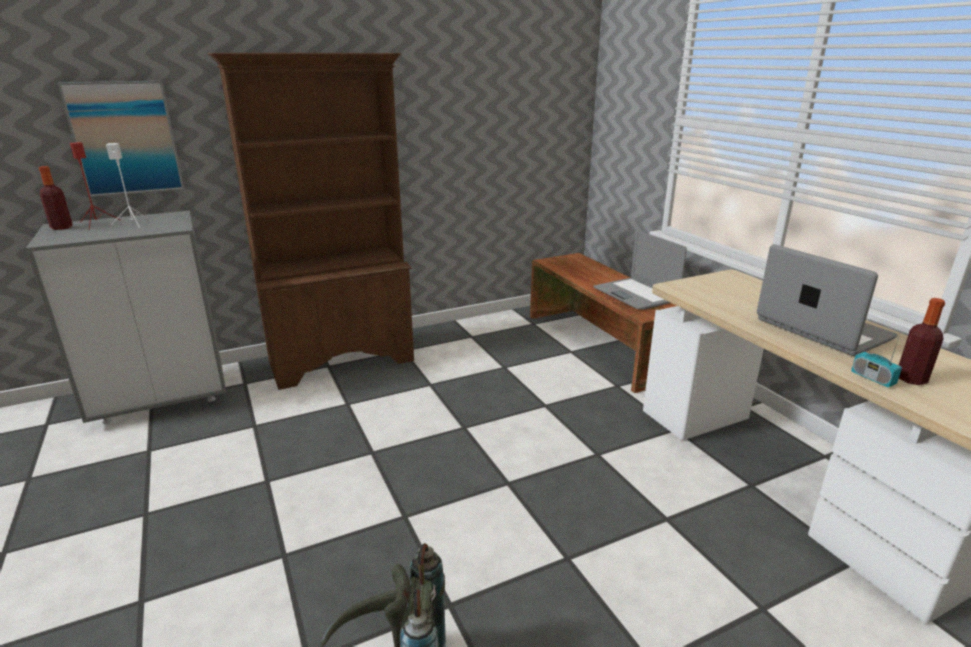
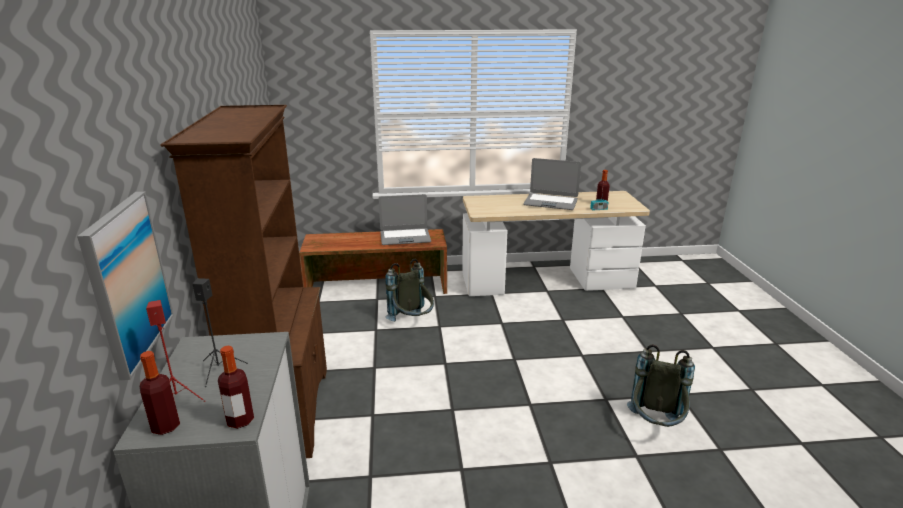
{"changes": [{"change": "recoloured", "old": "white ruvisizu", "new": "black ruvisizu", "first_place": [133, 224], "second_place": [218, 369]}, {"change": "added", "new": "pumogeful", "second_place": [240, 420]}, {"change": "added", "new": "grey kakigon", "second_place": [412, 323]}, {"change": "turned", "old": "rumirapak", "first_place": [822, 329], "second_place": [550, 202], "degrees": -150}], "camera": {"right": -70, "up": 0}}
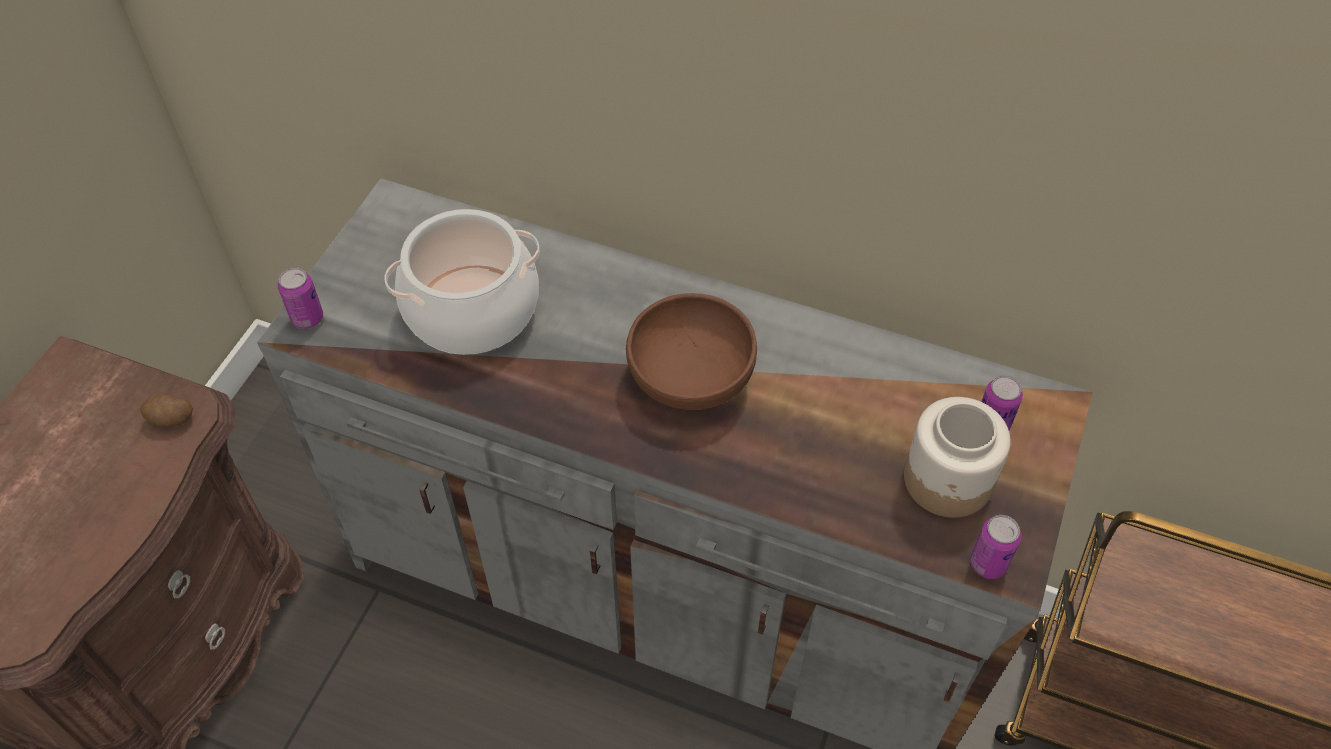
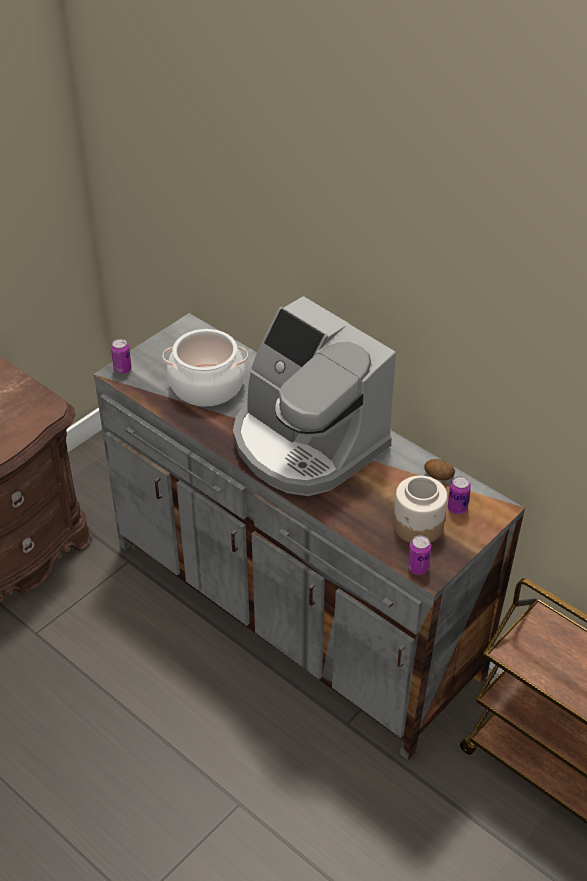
{"changes": [{"change": "replaced", "old": "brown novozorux", "new": "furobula", "first_place": [691, 375], "second_place": [306, 443]}, {"change": "moved", "old": "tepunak", "first_place": [170, 419], "second_place": [438, 476]}], "camera": {"right": 20, "up": -10}}
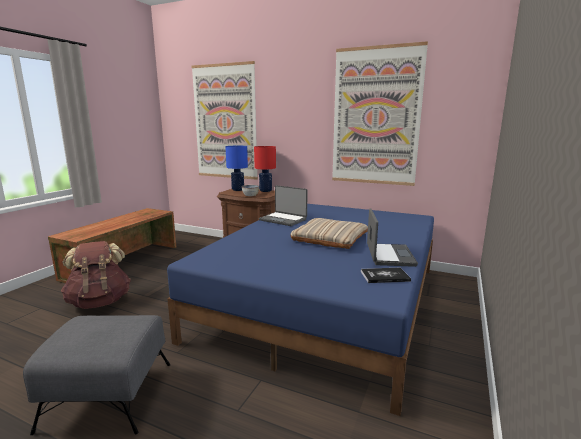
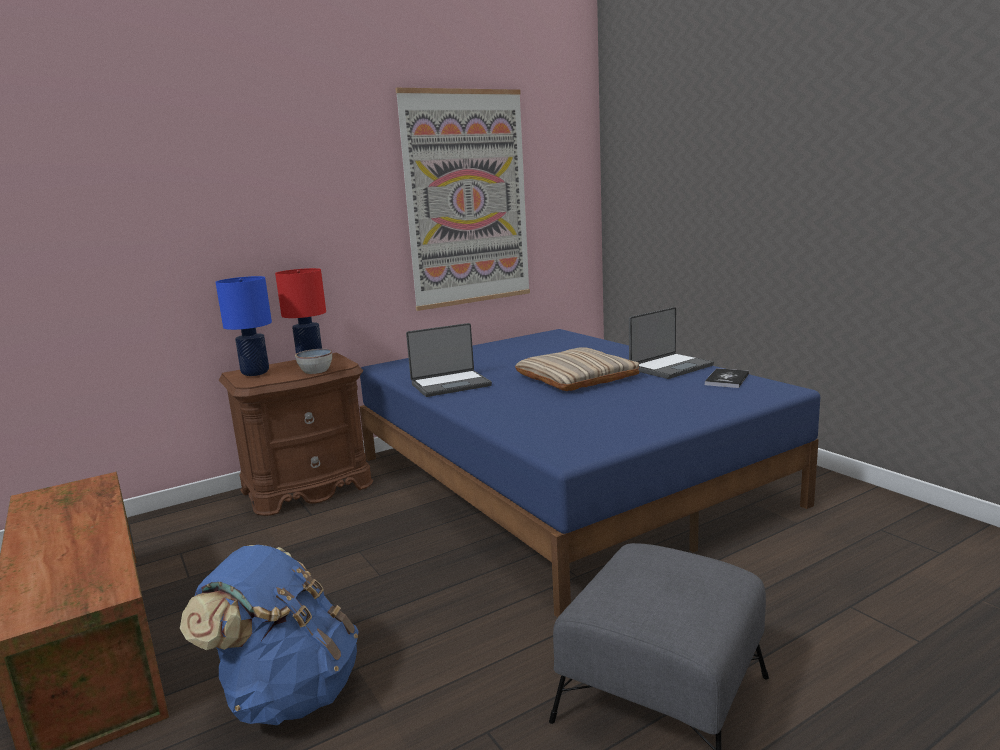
{"changes": [{"change": "recoloured", "old": "brown kakigon", "new": "blue kakigon", "first_place": [100, 302], "second_place": [288, 693]}, {"change": "turned", "old": "rumirapak", "first_place": [389, 255], "second_place": [670, 367], "degrees": 105}, {"change": "removed", "old": "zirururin", "first_place": [225, 122]}], "camera": {"right": -55, "up": 0}}
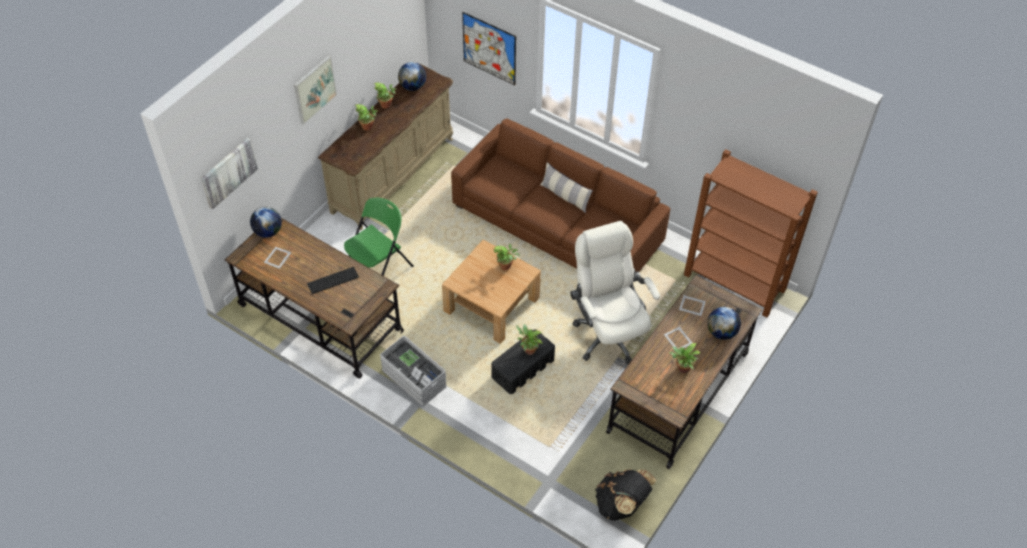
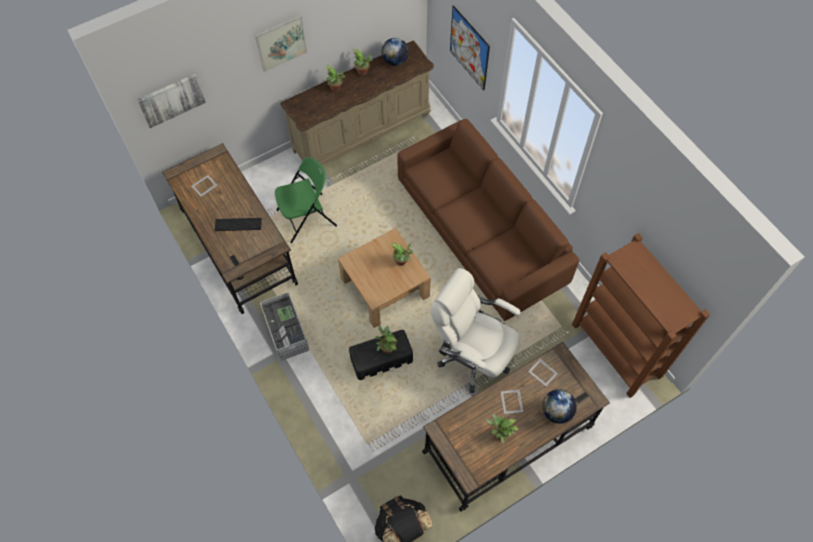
{"changes": [{"change": "turned", "old": "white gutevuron", "first_place": [608, 335], "second_place": [472, 357], "degrees": -60}, {"change": "removed", "old": "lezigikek", "first_place": [268, 232]}, {"change": "removed", "old": "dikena", "first_place": [565, 196]}], "camera": {"right": 25, "up": 10}}
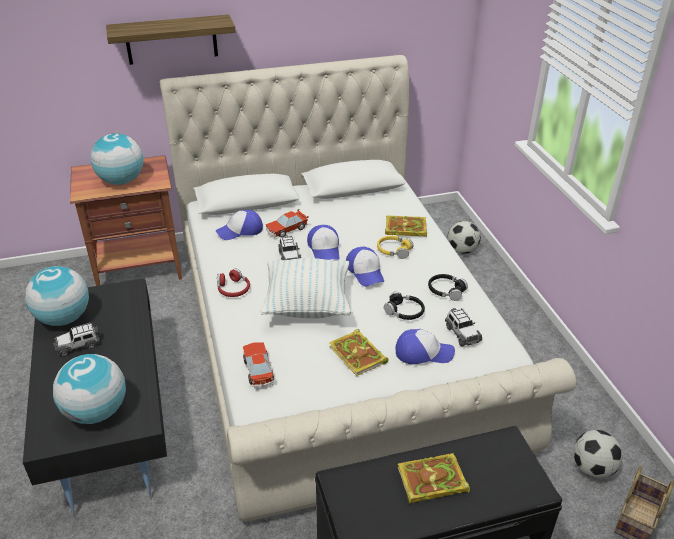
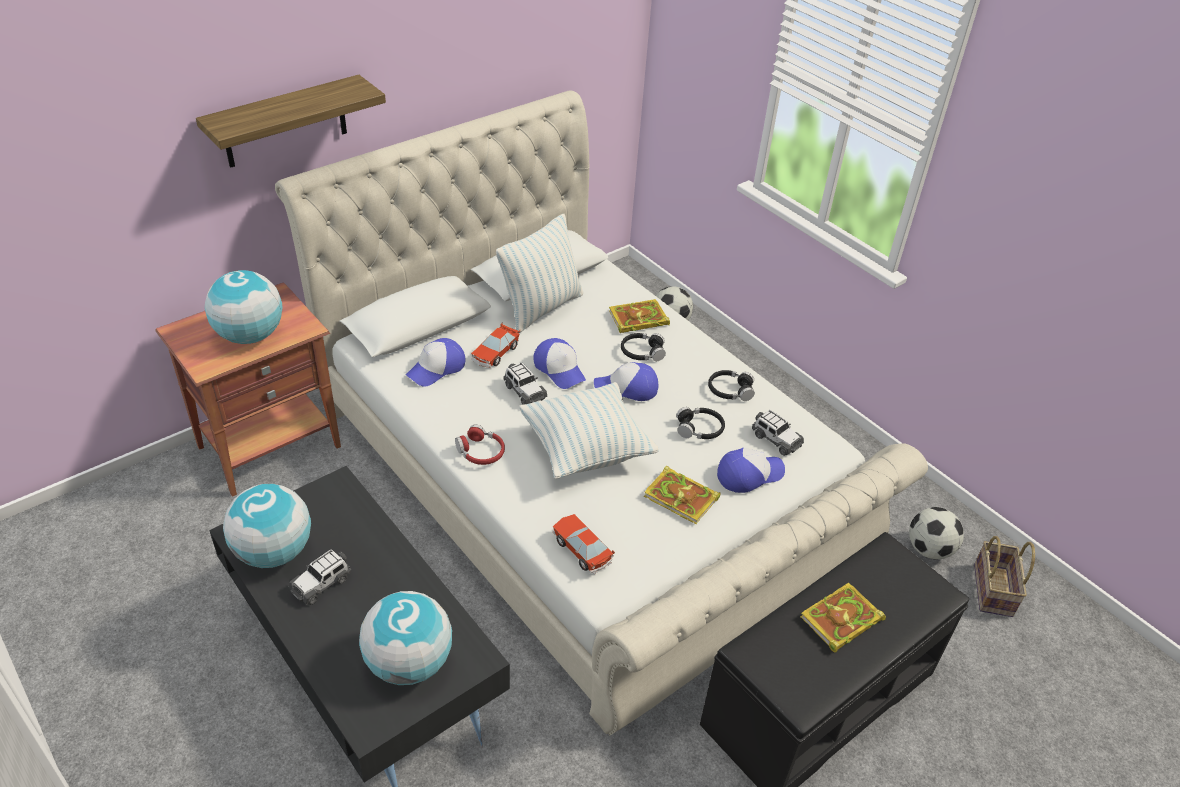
{"changes": [{"change": "added", "new": "dikena", "second_place": [541, 308]}, {"change": "turned", "old": "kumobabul", "first_place": [365, 271], "second_place": [626, 388], "degrees": 135}, {"change": "recoloured", "old": "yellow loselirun", "new": "black loselirun", "first_place": [394, 251], "second_place": [642, 352]}], "camera": {"right": -25, "up": 5}}
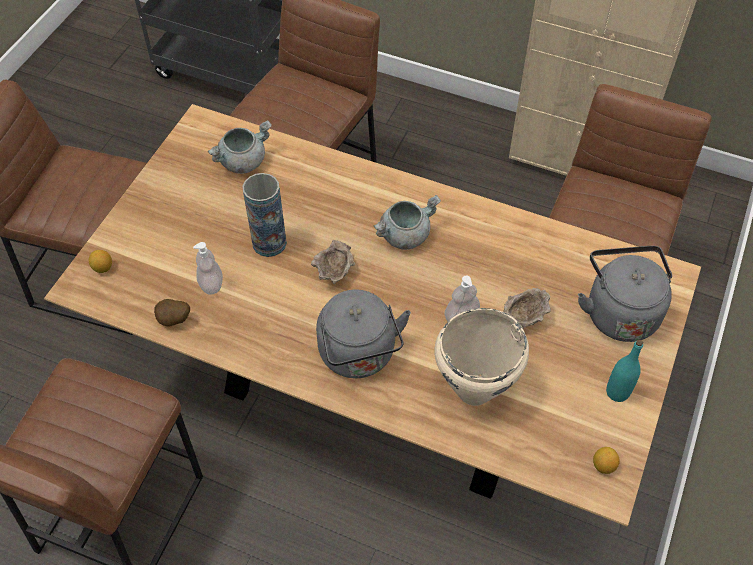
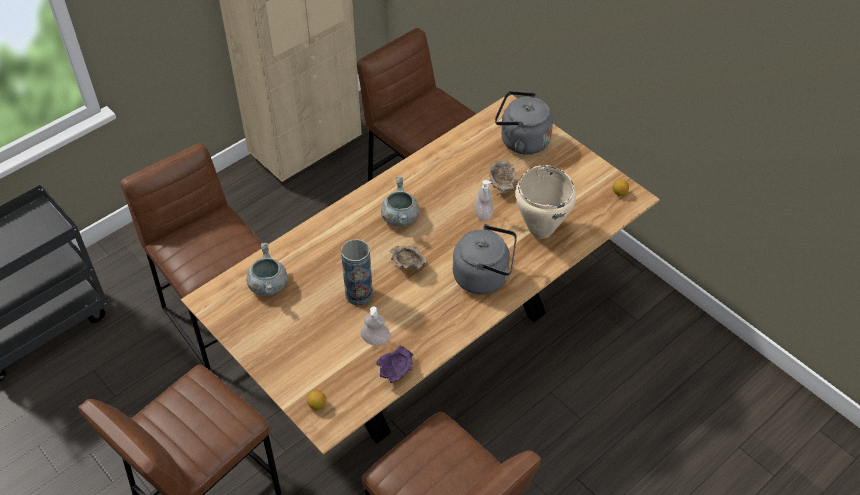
{"changes": [{"change": "replaced", "old": "tepunak", "new": "purple novozorux", "first_place": [174, 321], "second_place": [396, 372]}, {"change": "removed", "old": "turquoise pumogeful", "first_place": [617, 392]}], "camera": {"right": -65, "up": -5}}
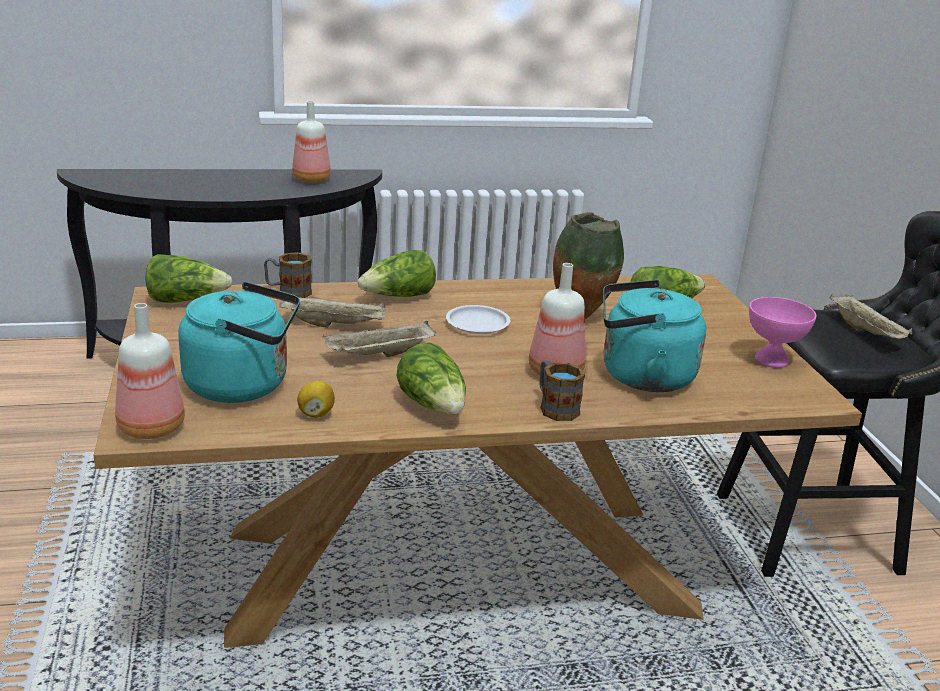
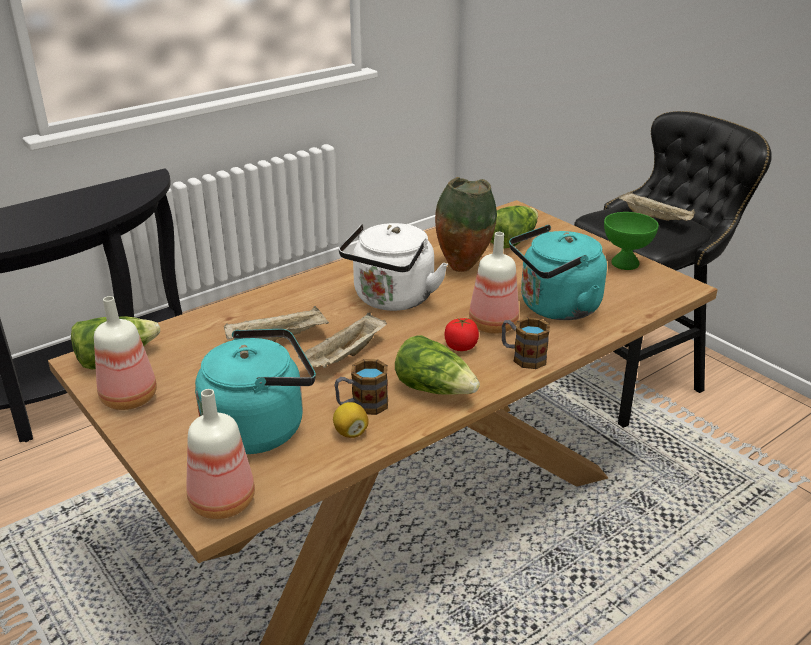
{"changes": [{"change": "moved", "old": "pumogeful", "first_place": [312, 179], "second_place": [129, 397]}, {"change": "moved", "old": "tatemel", "first_place": [288, 291], "second_place": [362, 405]}, {"change": "replaced", "old": "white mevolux", "new": "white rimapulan", "first_place": [477, 324], "second_place": [392, 300]}, {"change": "added", "new": "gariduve", "second_place": [461, 346]}, {"change": "recoloured", "old": "pink novozorux", "new": "green novozorux", "first_place": [770, 360], "second_place": [624, 264]}, {"change": "removed", "old": "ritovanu", "first_place": [398, 297]}], "camera": {"right": -25, "up": 5}}
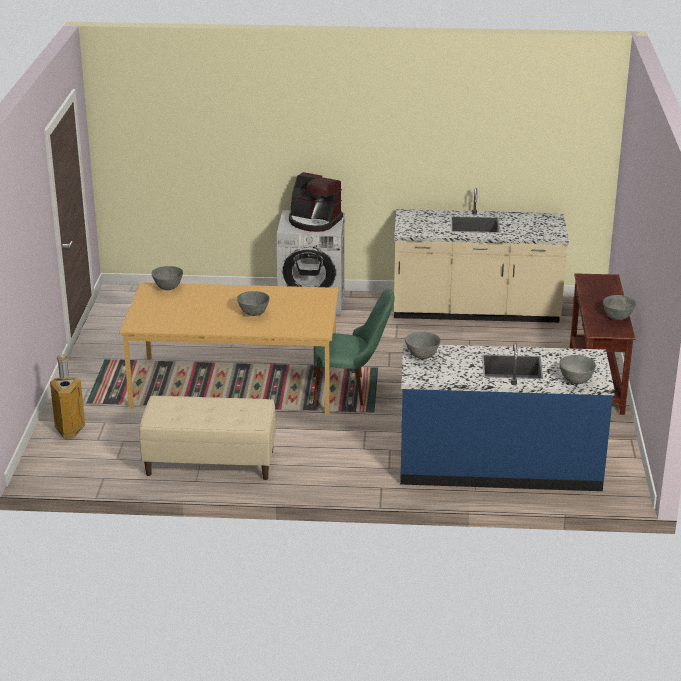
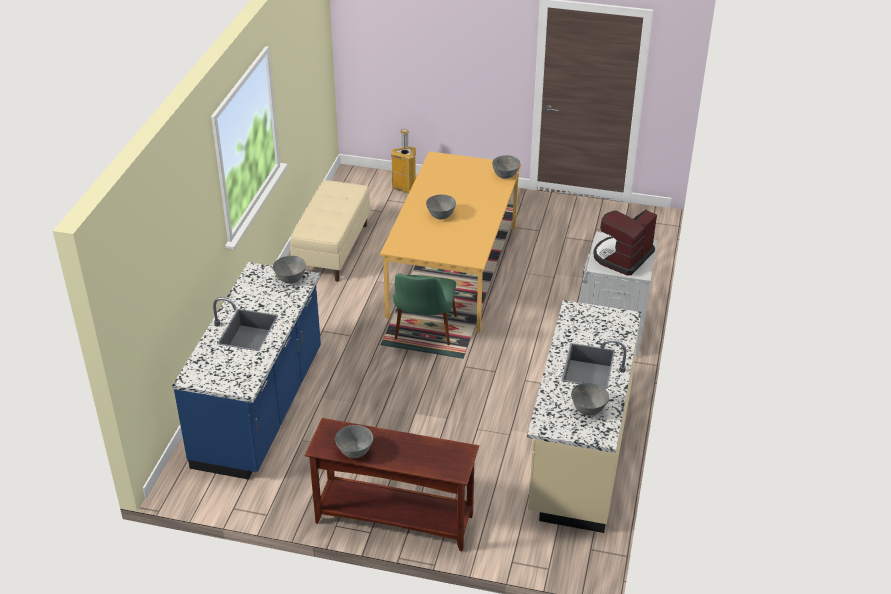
{"changes": [{"change": "moved", "old": "grey novozorux", "first_place": [576, 381], "second_place": [588, 410]}], "camera": {"right": 100, "up": 10}}
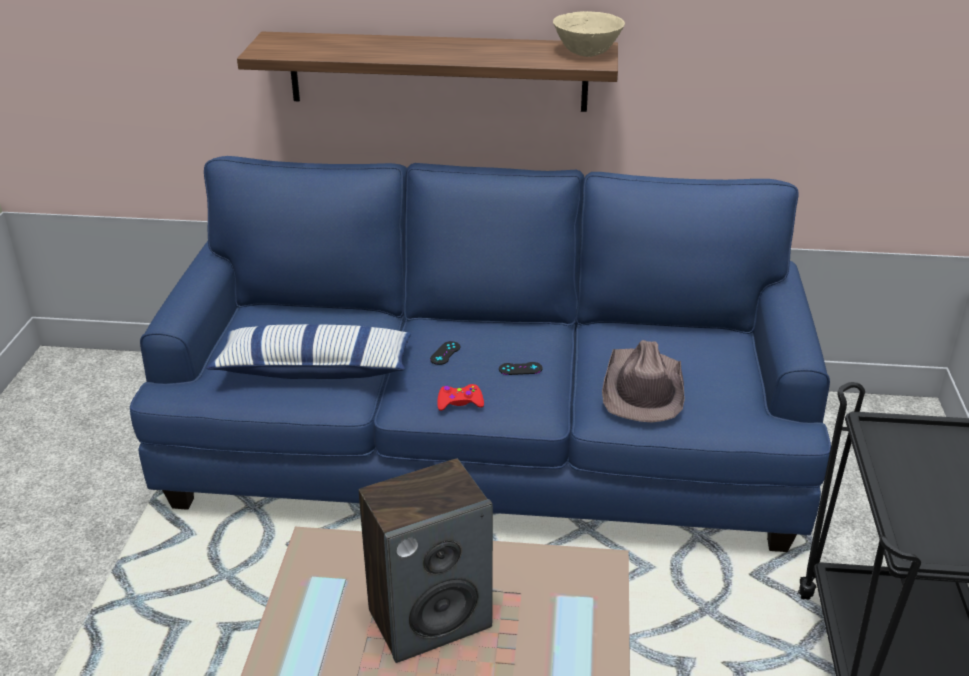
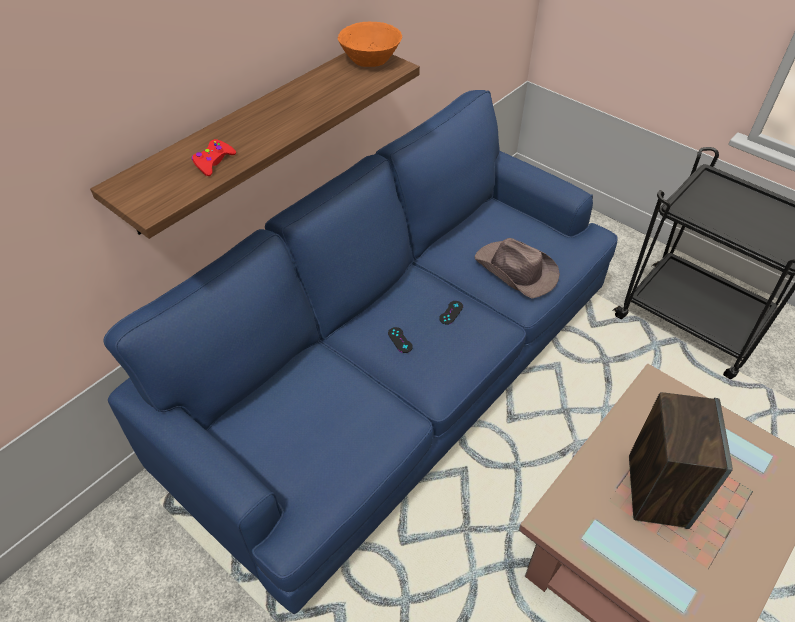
{"changes": [{"change": "moved", "old": "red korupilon", "first_place": [459, 402], "second_place": [213, 162]}, {"change": "recoloured", "old": "beige novozorux", "new": "orange novozorux", "first_place": [587, 53], "second_place": [371, 61]}, {"change": "removed", "old": "dikena", "first_place": [315, 369]}], "camera": {"right": -55, "up": 15}}
